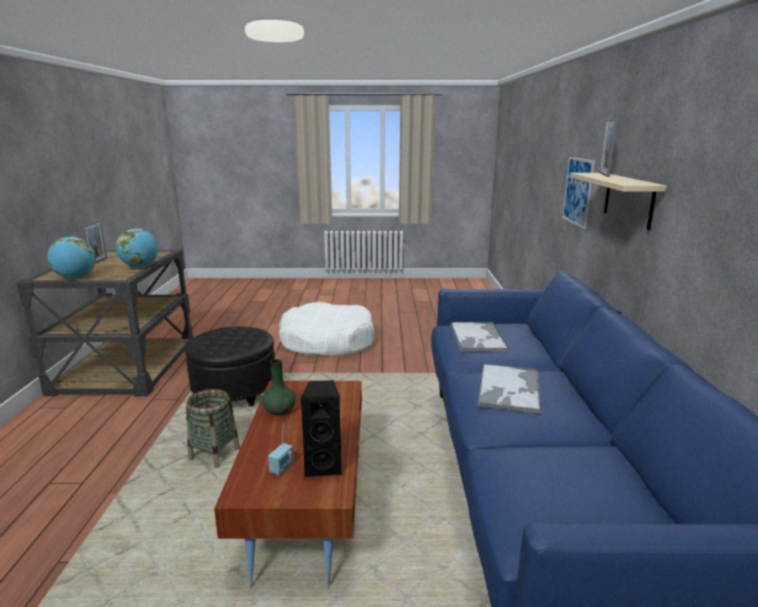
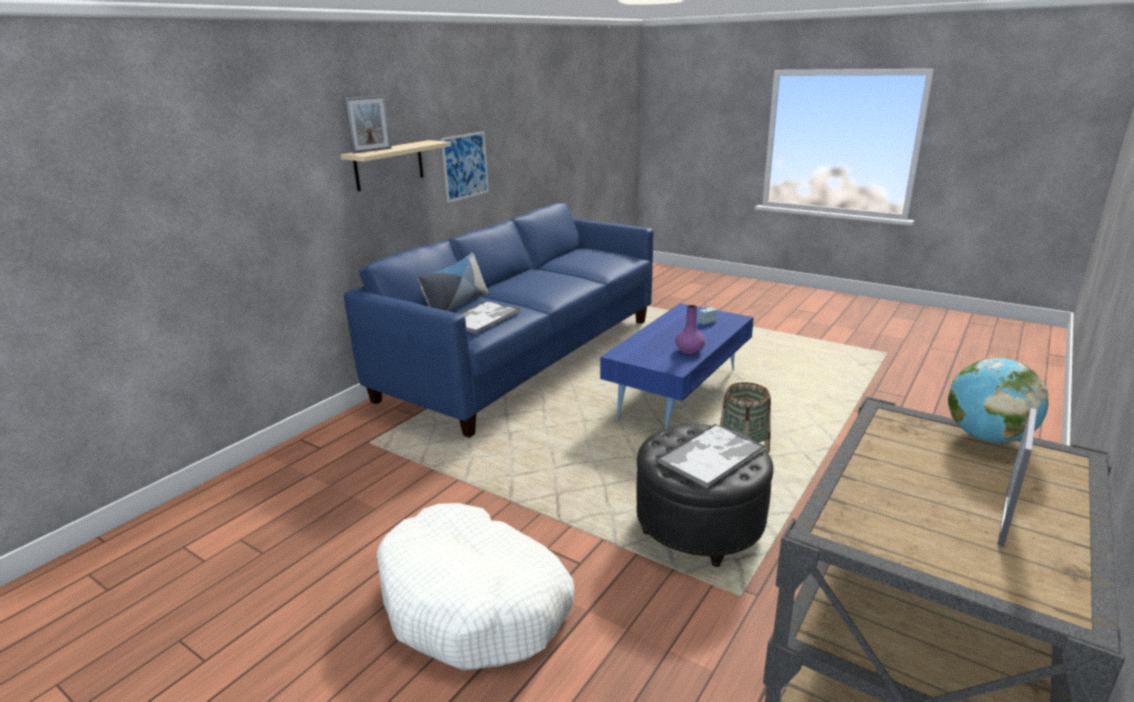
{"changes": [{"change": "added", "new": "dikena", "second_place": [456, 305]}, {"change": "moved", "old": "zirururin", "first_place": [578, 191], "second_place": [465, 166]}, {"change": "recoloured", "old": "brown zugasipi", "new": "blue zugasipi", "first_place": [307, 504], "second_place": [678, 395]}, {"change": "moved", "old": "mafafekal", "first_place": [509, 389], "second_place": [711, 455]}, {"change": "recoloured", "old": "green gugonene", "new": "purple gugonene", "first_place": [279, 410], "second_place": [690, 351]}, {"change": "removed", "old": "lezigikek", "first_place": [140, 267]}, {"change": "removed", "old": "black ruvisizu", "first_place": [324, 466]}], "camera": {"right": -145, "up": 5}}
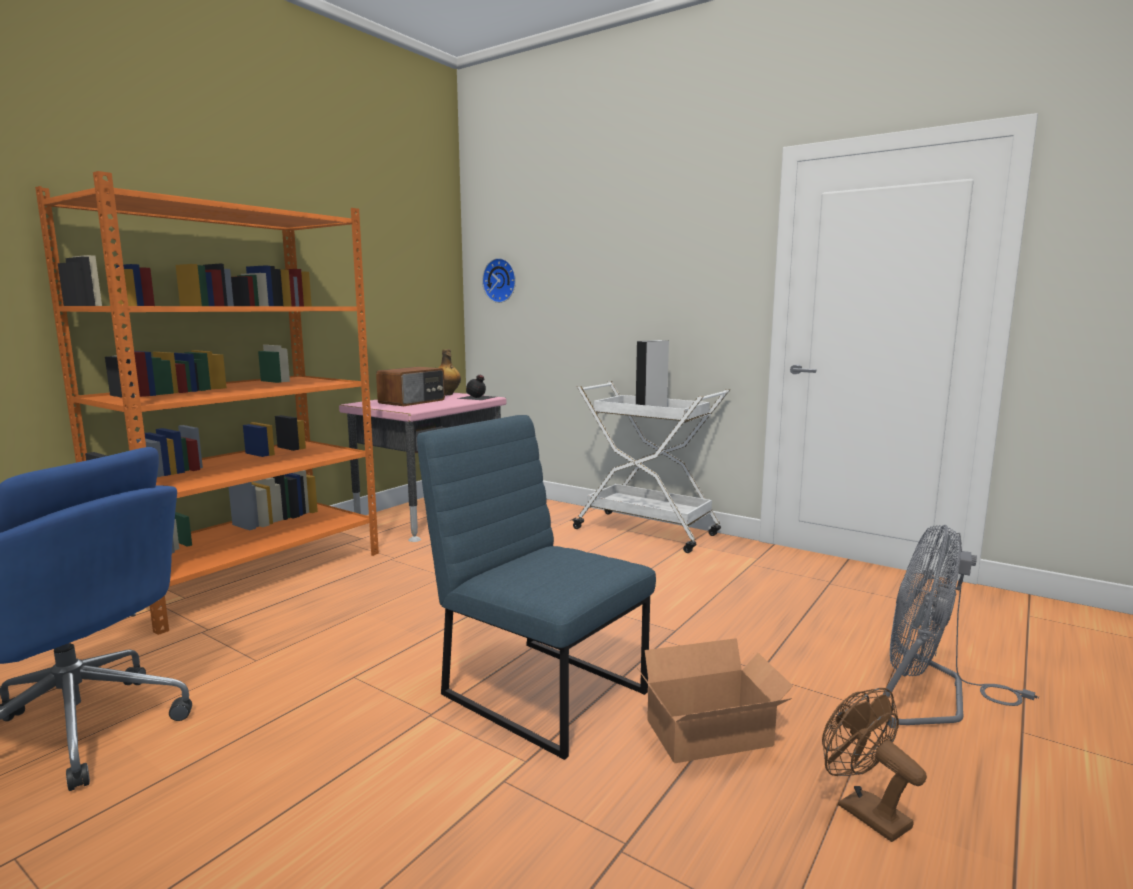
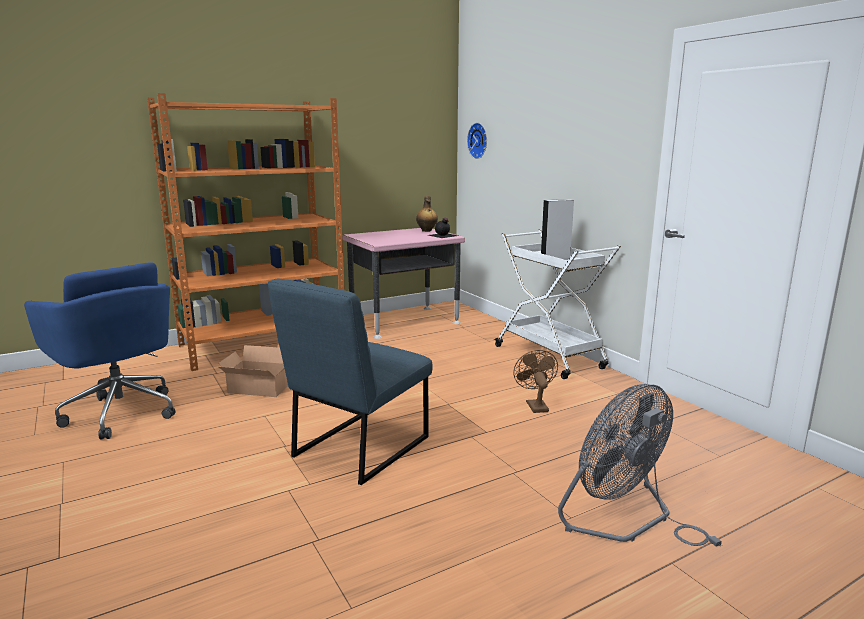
{"changes": [{"change": "moved", "old": "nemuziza", "first_place": [713, 735], "second_place": [260, 389]}, {"change": "turned", "old": "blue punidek", "first_place": [540, 690], "second_place": [358, 448], "degrees": -120}, {"change": "moved", "old": "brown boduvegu", "first_place": [863, 811], "second_place": [535, 405]}, {"change": "removed", "old": "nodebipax", "first_place": [413, 402]}], "camera": {"right": 25, "up": 5}}
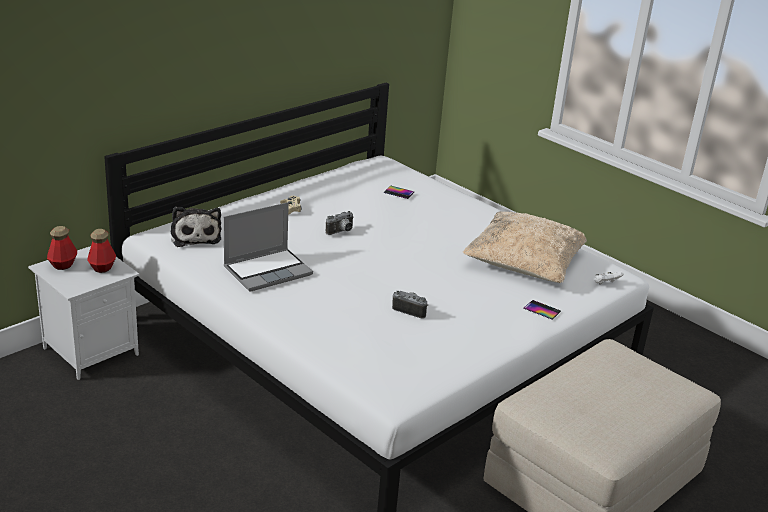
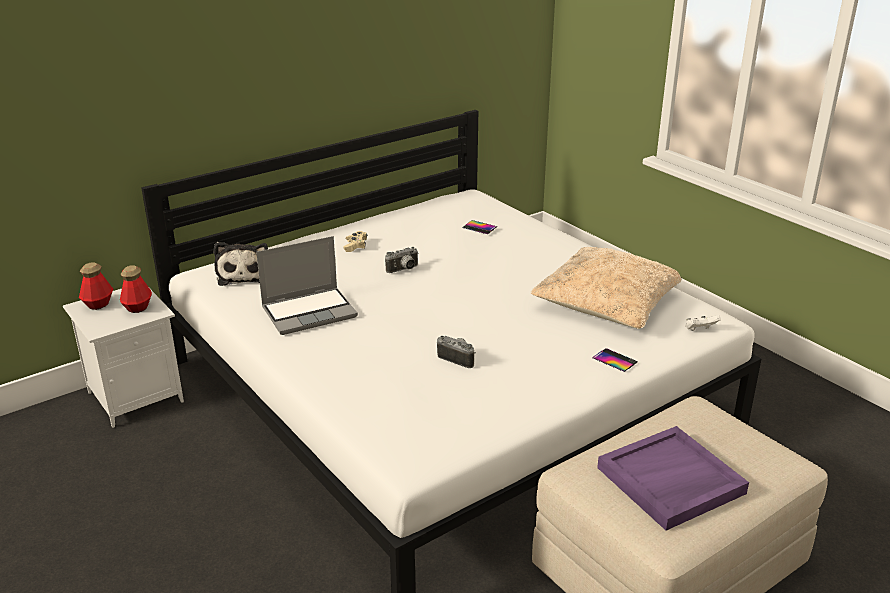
{"changes": [{"change": "added", "new": "purple mafafekal", "second_place": [670, 481]}], "camera": {"right": 10, "up": 0}}
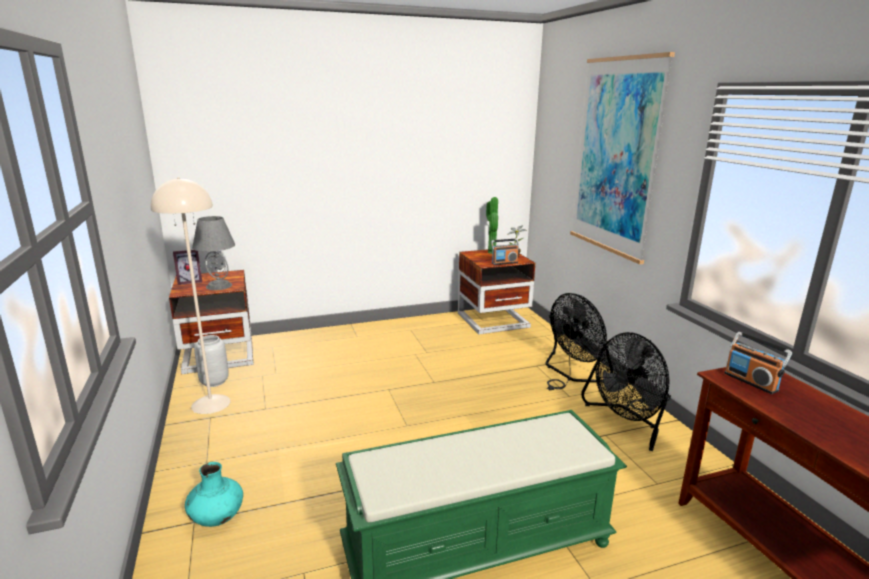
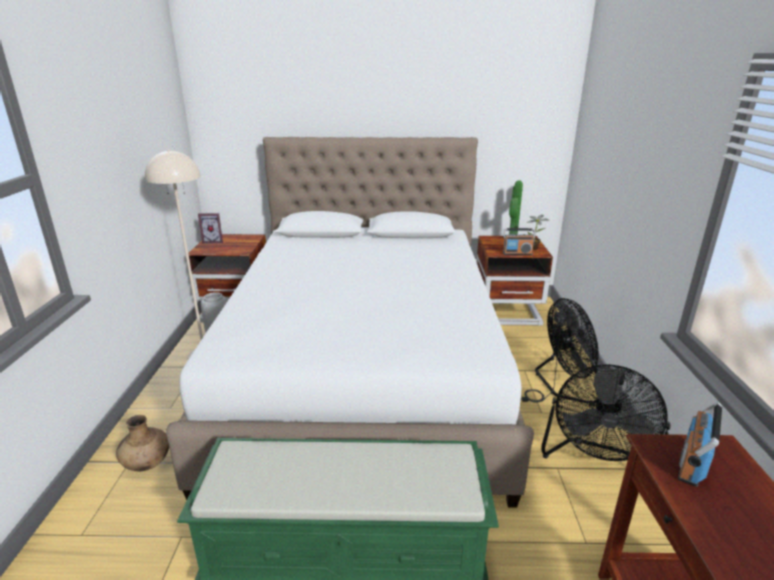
{"changes": [{"change": "recoloured", "old": "turquoise gugonene", "new": "brown gugonene", "first_place": [217, 518], "second_place": [147, 463]}, {"change": "added", "new": "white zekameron", "second_place": [365, 371]}, {"change": "turned", "old": "black boduvegu", "first_place": [627, 420], "second_place": [594, 455], "degrees": -60}, {"change": "turned", "old": "nodebipax", "first_place": [751, 382], "second_place": [691, 464], "degrees": 45}, {"change": "removed", "old": "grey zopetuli", "first_place": [219, 286]}, {"change": "removed", "old": "zirururin", "first_place": [616, 157]}], "camera": {"right": 20, "up": 5}}
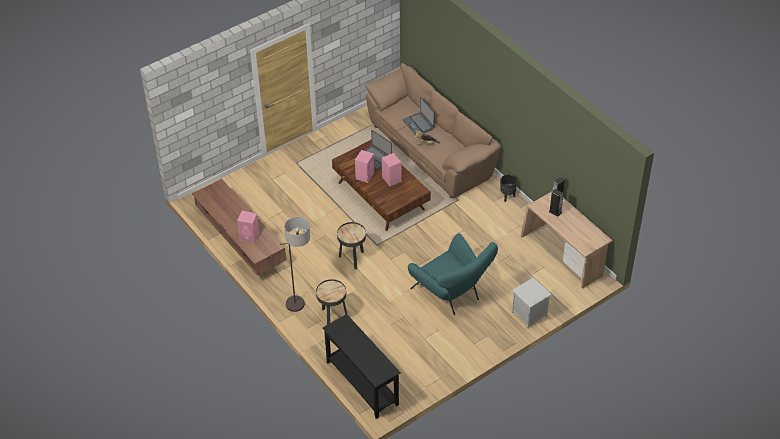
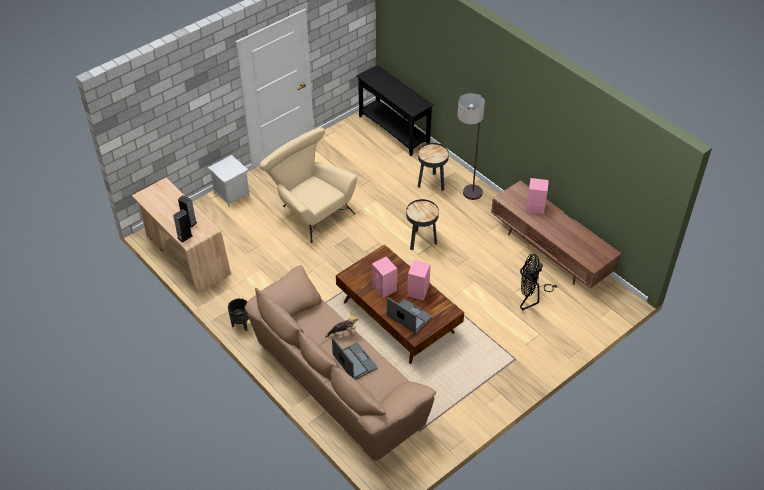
{"changes": [{"change": "recoloured", "old": "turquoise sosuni", "new": "beige sosuni", "first_place": [451, 293], "second_place": [311, 210]}, {"change": "added", "new": "black boduvegu", "second_place": [531, 292]}], "camera": {"right": 175, "up": 0}}
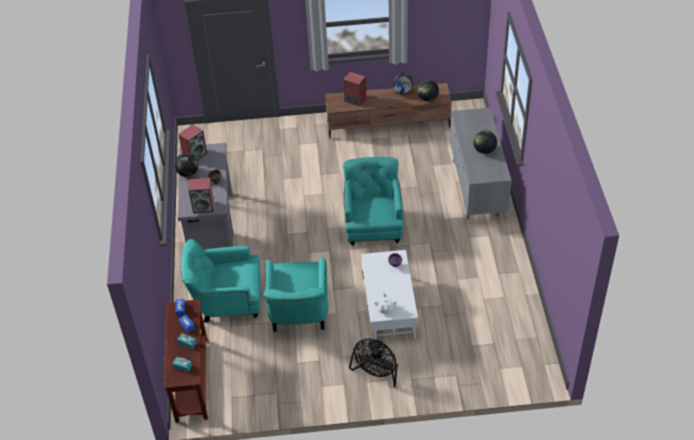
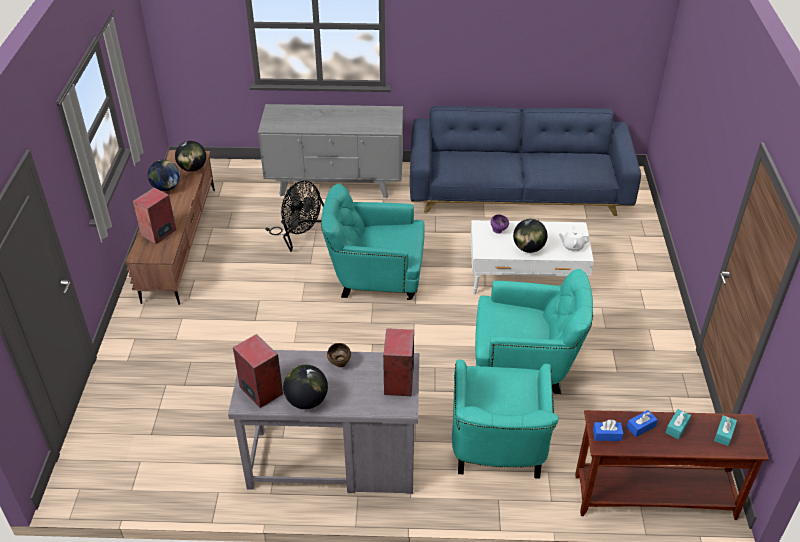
{"changes": [{"change": "moved", "old": "black boduvegu", "first_place": [376, 370], "second_place": [297, 233]}, {"change": "added", "new": "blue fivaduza", "second_place": [518, 191]}, {"change": "moved", "old": "lezigikek", "first_place": [484, 150], "second_place": [528, 248]}], "camera": {"right": -85, "up": -5}}
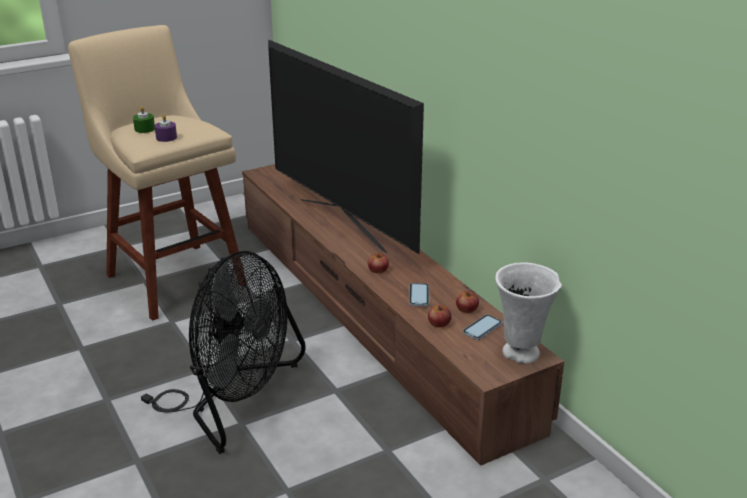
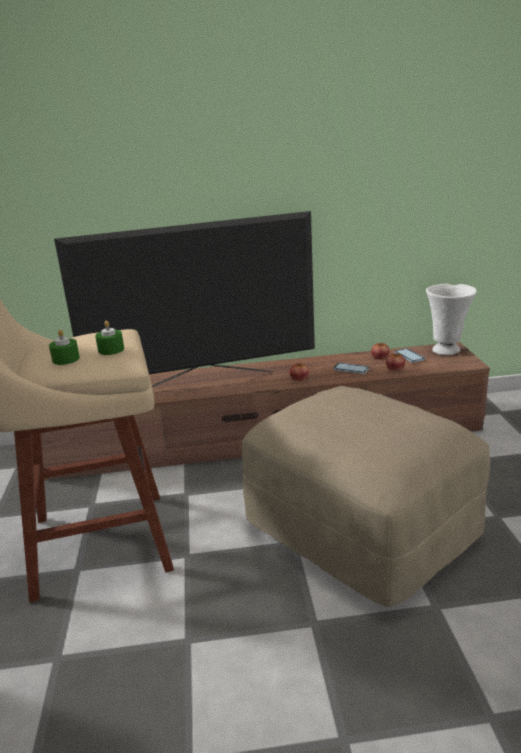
{"changes": [{"change": "recoloured", "old": "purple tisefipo", "new": "green tisefipo", "first_place": [166, 137], "second_place": [111, 350]}, {"change": "replaced", "old": "black boduvegu", "new": "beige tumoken", "first_place": [231, 401], "second_place": [359, 531]}], "camera": {"right": -65, "up": -5}}
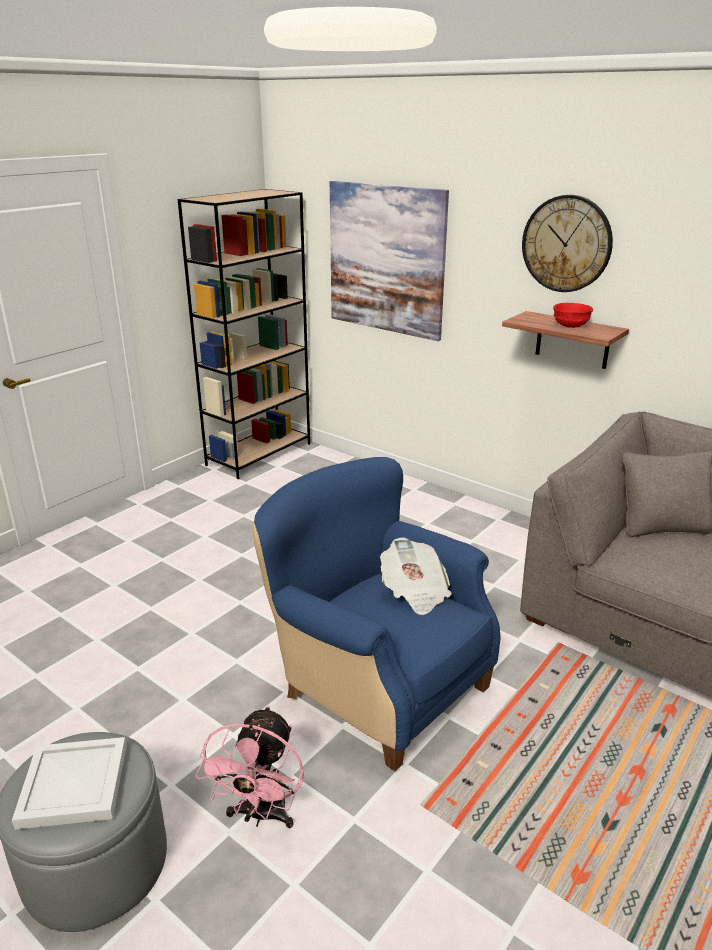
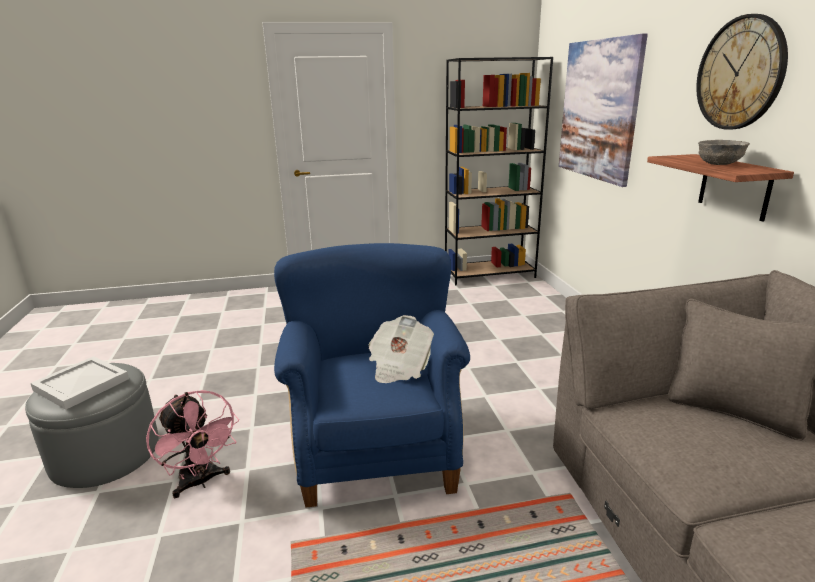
{"changes": [{"change": "turned", "old": "pink boduvegu", "first_place": [261, 815], "second_place": [201, 482], "degrees": -90}, {"change": "recoloured", "old": "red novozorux", "new": "grey novozorux", "first_place": [571, 325], "second_place": [719, 164]}], "camera": {"right": 40, "up": -5}}
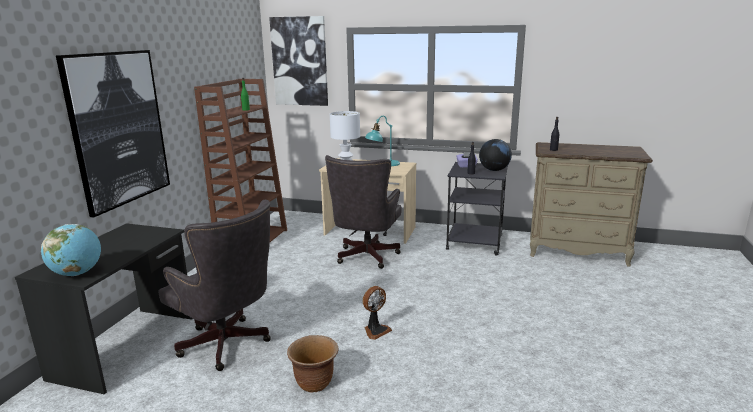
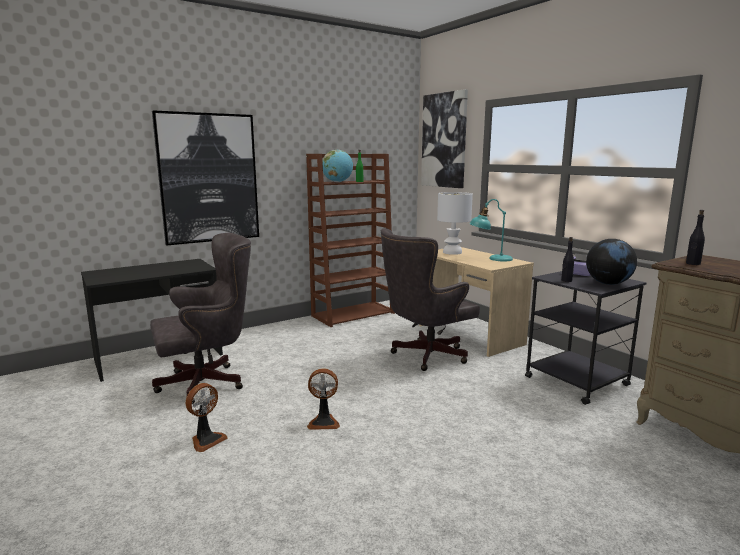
{"changes": [{"change": "turned", "old": "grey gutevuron", "first_place": [227, 345], "second_place": [207, 383], "degrees": -105}, {"change": "replaced", "old": "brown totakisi", "new": "boduvegu", "first_place": [314, 383], "second_place": [206, 440]}, {"change": "moved", "old": "lezigikek", "first_place": [77, 273], "second_place": [337, 182]}], "camera": {"right": 40, "up": -5}}
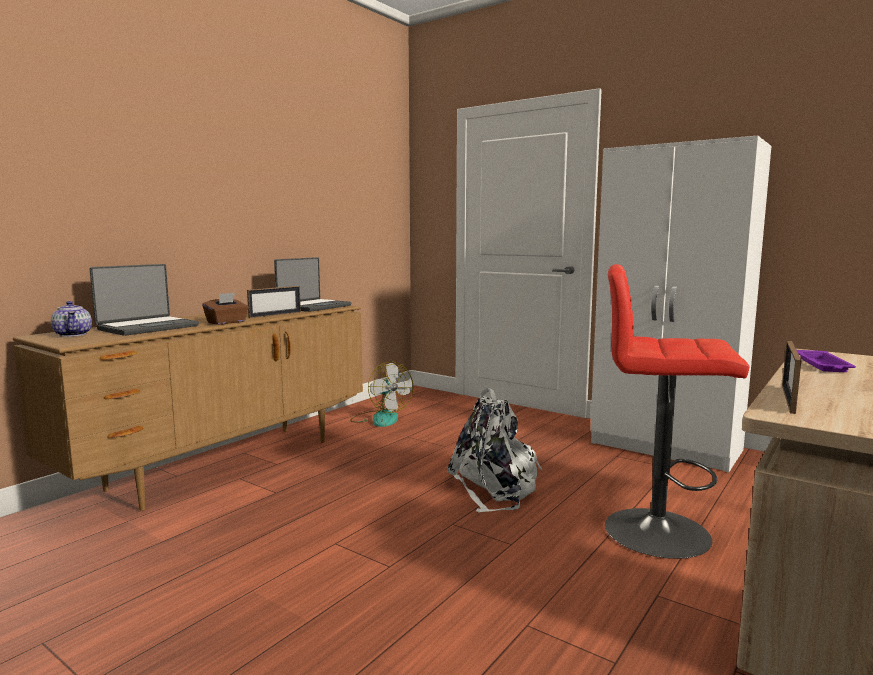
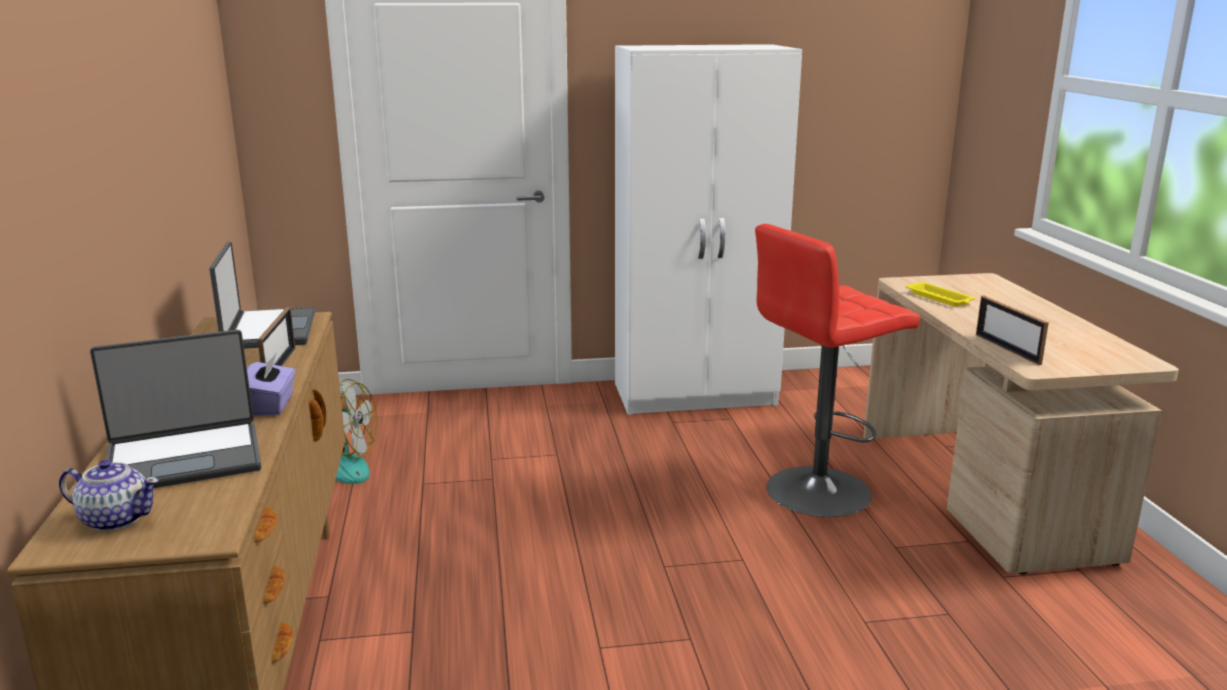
{"changes": [{"change": "turned", "old": "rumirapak", "first_place": [147, 327], "second_place": [184, 459], "degrees": 75}, {"change": "recoloured", "old": "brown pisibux", "new": "purple pisibux", "first_place": [227, 322], "second_place": [271, 405]}, {"change": "recoloured", "old": "purple mafafekal", "new": "yellow mafafekal", "first_place": [823, 365], "second_place": [940, 298]}, {"change": "removed", "old": "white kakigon", "first_place": [494, 488]}], "camera": {"right": -45, "up": 10}}
